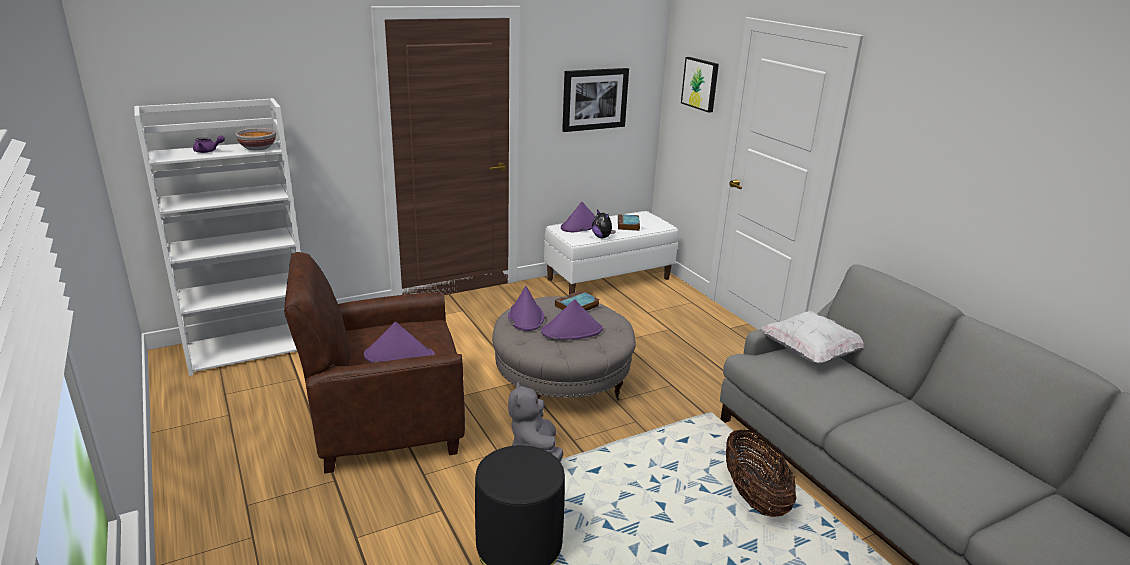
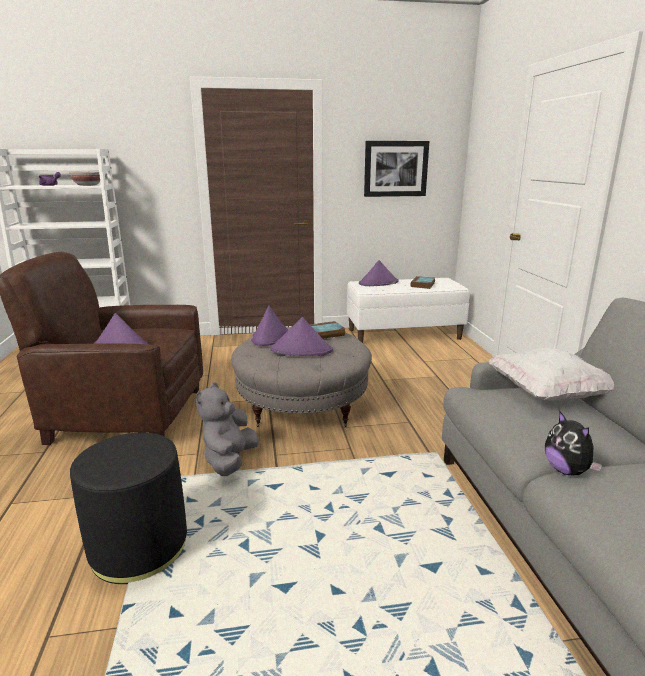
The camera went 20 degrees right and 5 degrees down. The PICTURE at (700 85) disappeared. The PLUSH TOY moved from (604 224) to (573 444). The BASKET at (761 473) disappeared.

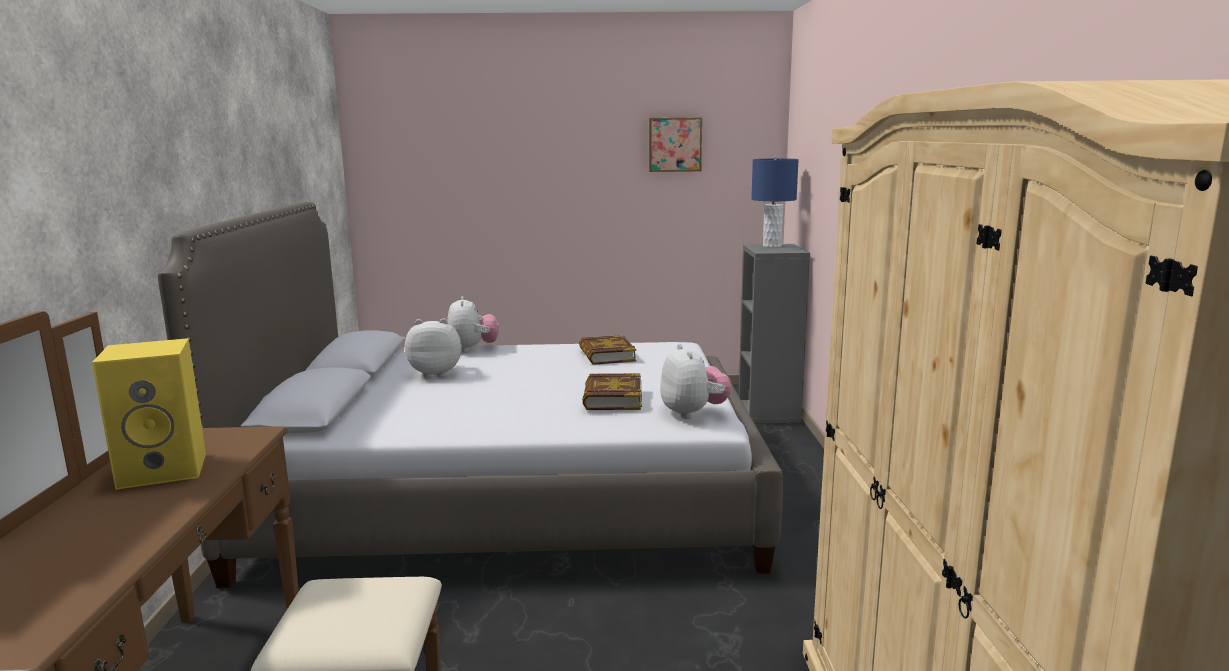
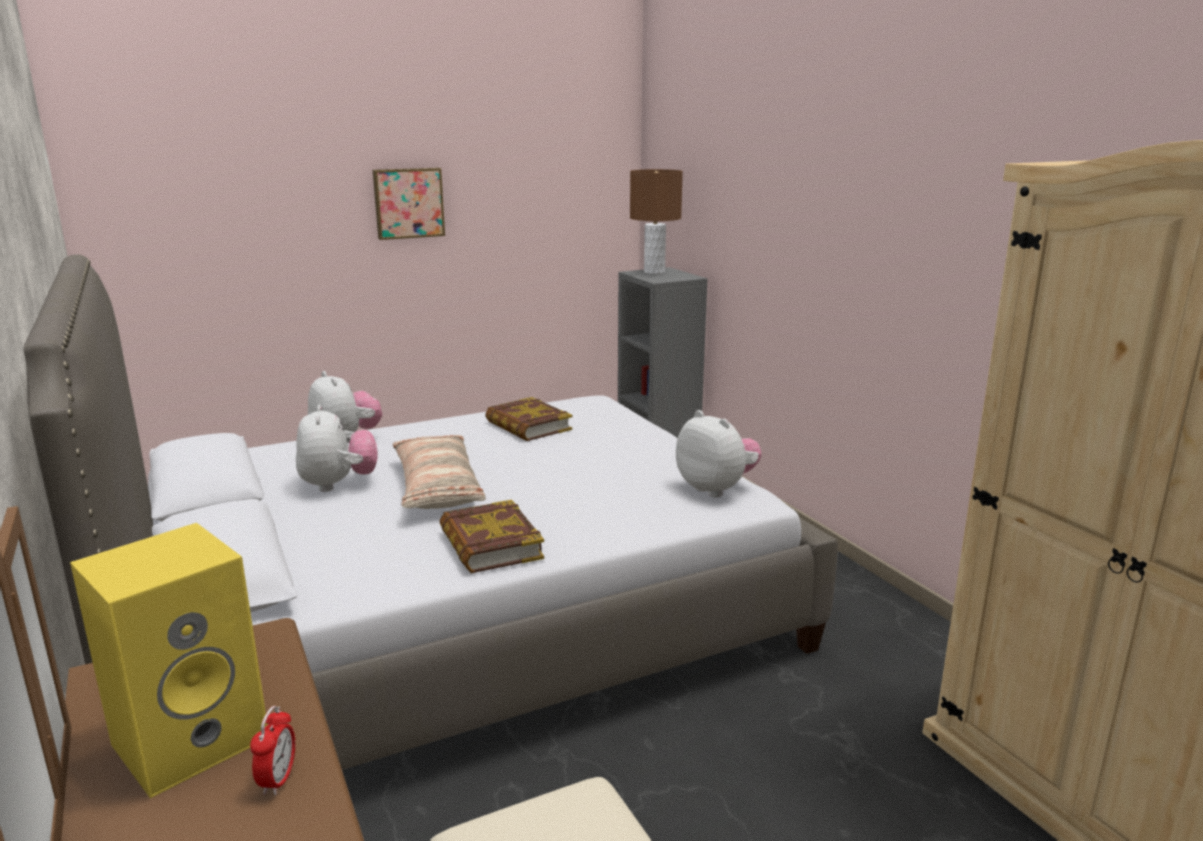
The camera went 25 degrees left and 5 degrees up. The PICTURE moved from (675 144) to (409 204). The BLUE TABLE LAMP at (775 203) became the BROWN TABLE LAMP at (656 221). The PLUSH TOY at (433 348) turned 105 degrees clockwise. The BOOK moved from (612 391) to (492 536). The PILLOW at (439 472) appeared. The ALARM CLOCK at (272 750) appeared.

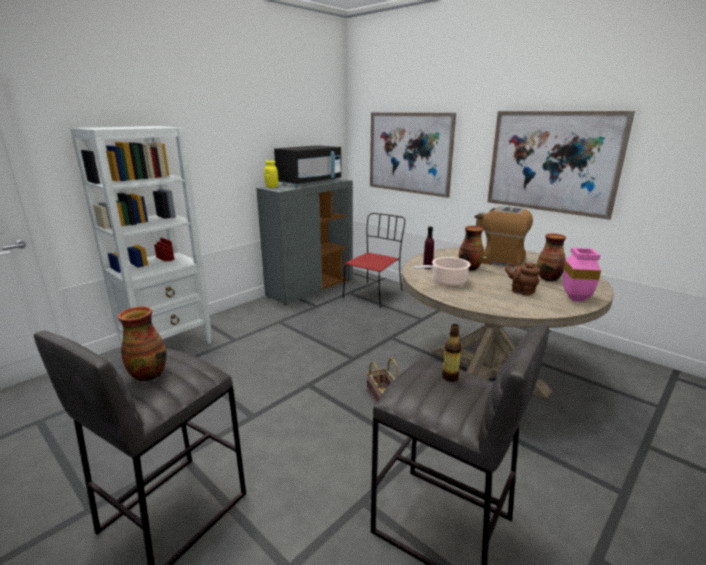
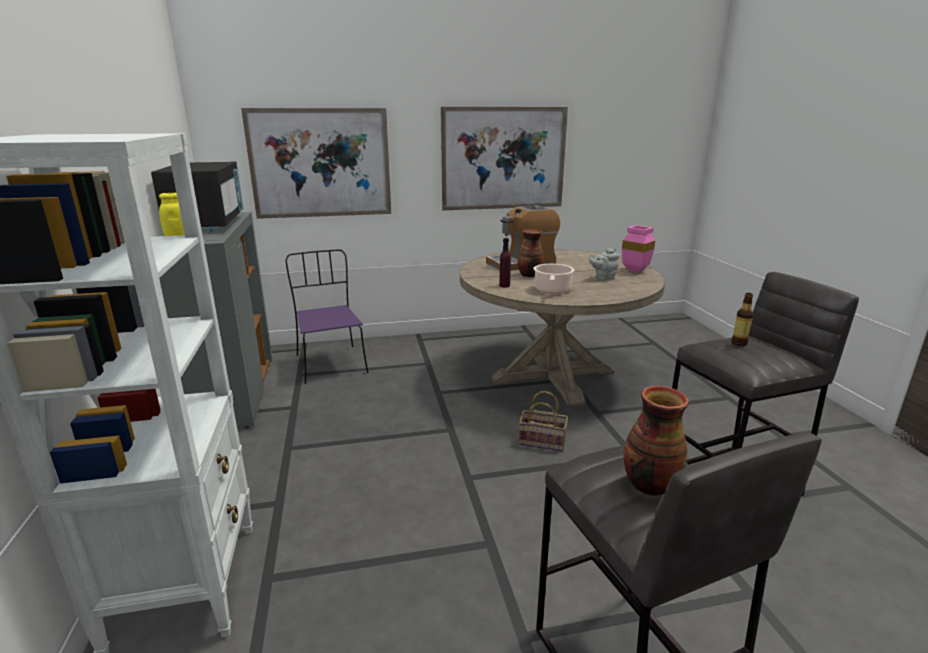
The camera went 55 degrees left and 0 degrees up. The RED CHAIR at (374 260) became the PURPLE CHAIR at (326 316). The VASE at (551 257) disappeared. The BROWN TEAPOT at (522 279) became the GREY TEAPOT at (604 264).

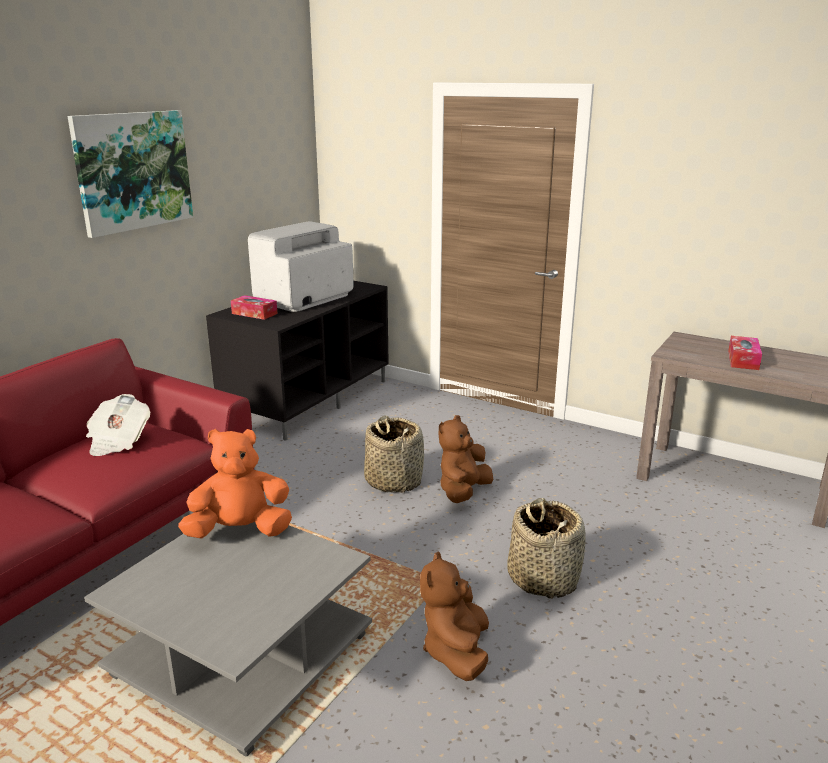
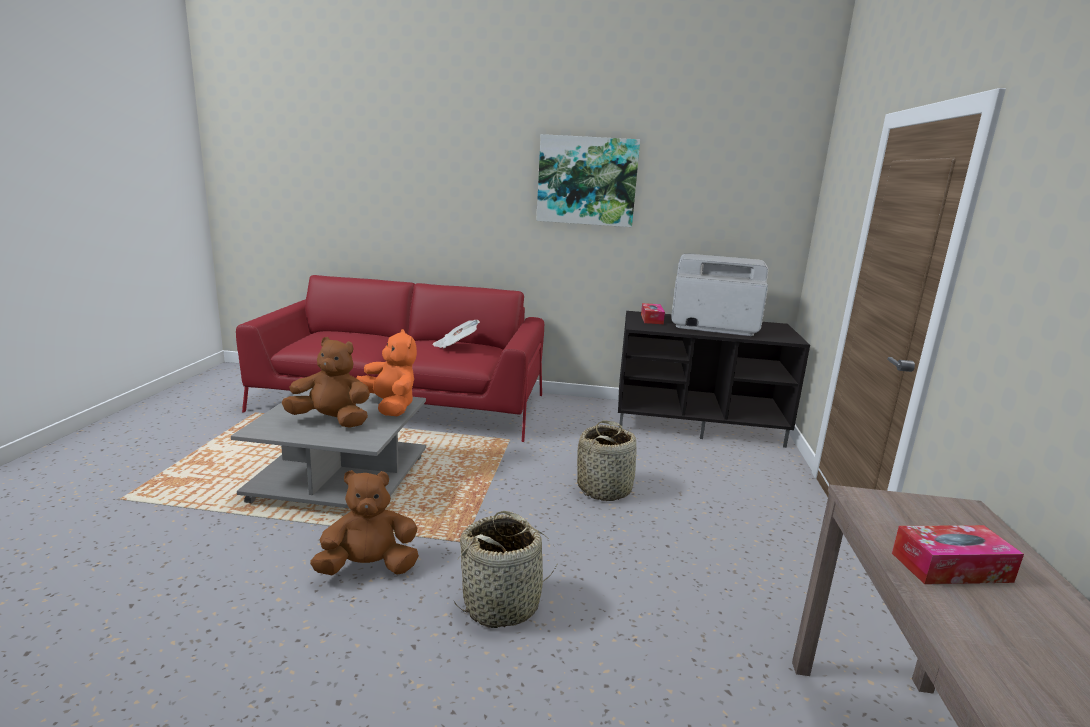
The camera went 65 degrees right and 5 degrees down. The BROWN PLUSH TOY moved from (465 459) to (326 382).

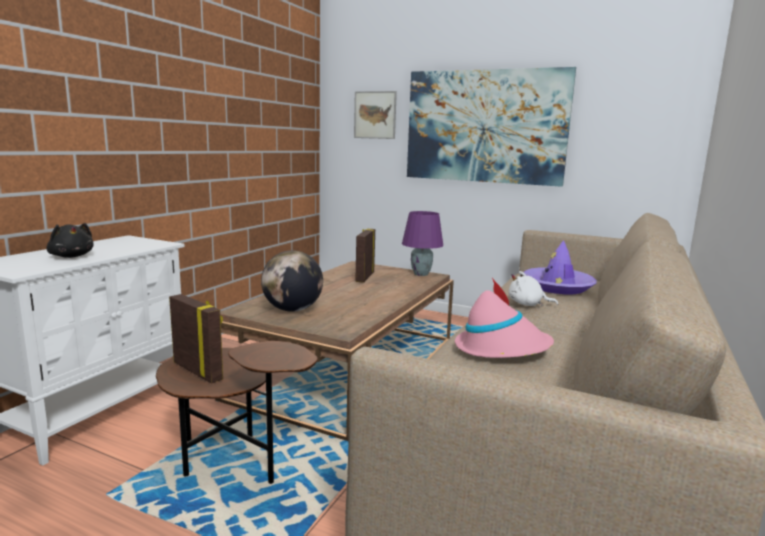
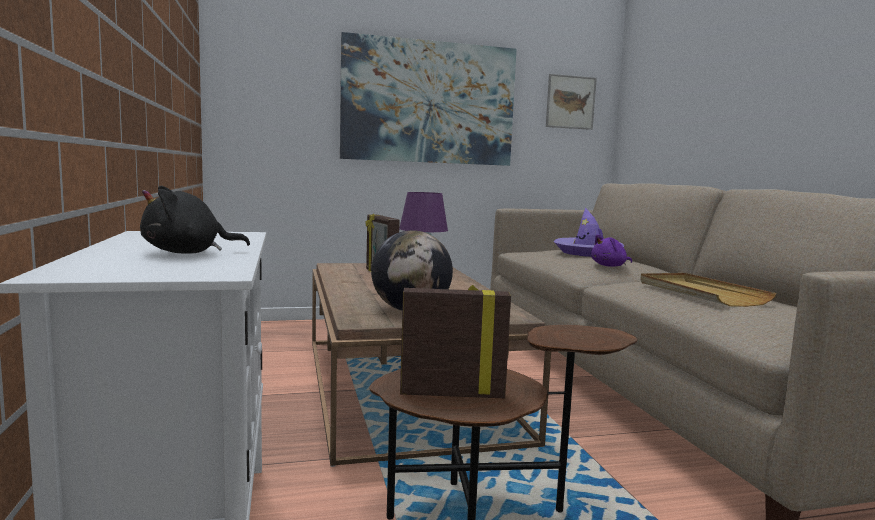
The camera went 40 degrees left and 5 degrees down. The PICTURE moved from (375 115) to (571 102). The BLACK PLUSH TOY at (70 240) turned 150 degrees clockwise. The WHITE PLUSH TOY at (533 289) became the PURPLE PLUSH TOY at (611 250). The PINK HAT at (504 318) was replaced by the BEIGE TRAY at (708 290).

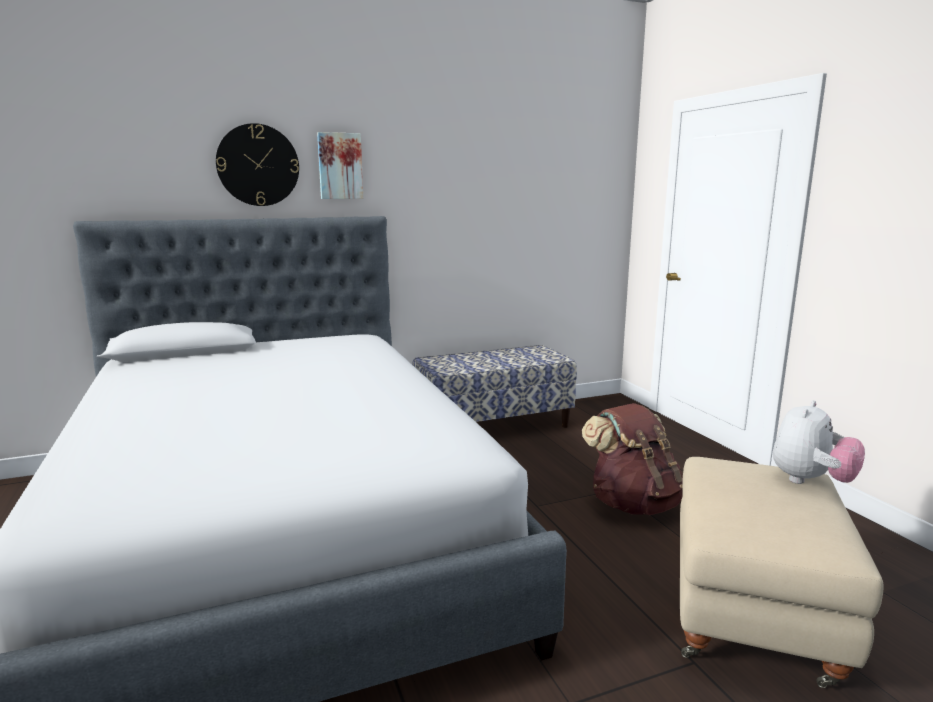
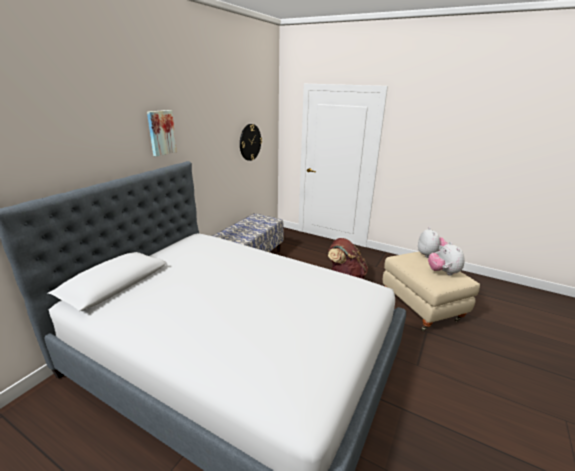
The camera went 40 degrees left and 10 degrees up. The WALL CLOCK moved from (257 164) to (251 142). The PLUSH TOY at (446 259) appeared.

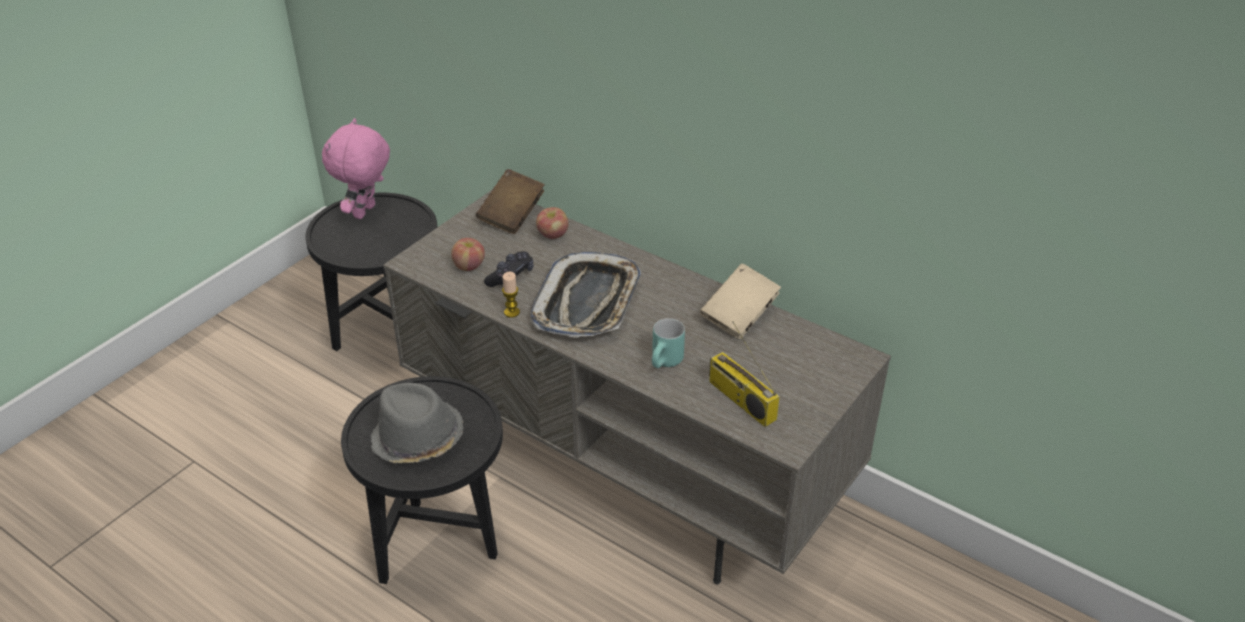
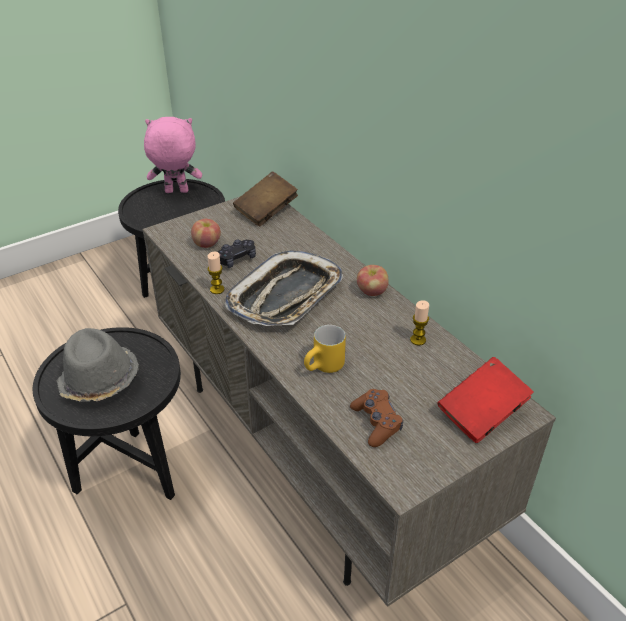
The camera went 20 degrees right and 0 degrees up. The PINK PLUSH TOY at (356 168) turned 45 degrees clockwise. The APPLE moved from (552 223) to (373 280). The BEIGE BOOK at (740 301) was replaced by the CANDLE at (419 323). The TURQUOISE MUG at (668 343) became the YELLOW MUG at (325 349). The RADIO at (744 374) was replaced by the BROWN GAME CONTROLLER at (376 418). The RED BOOK at (486 400) appeared.

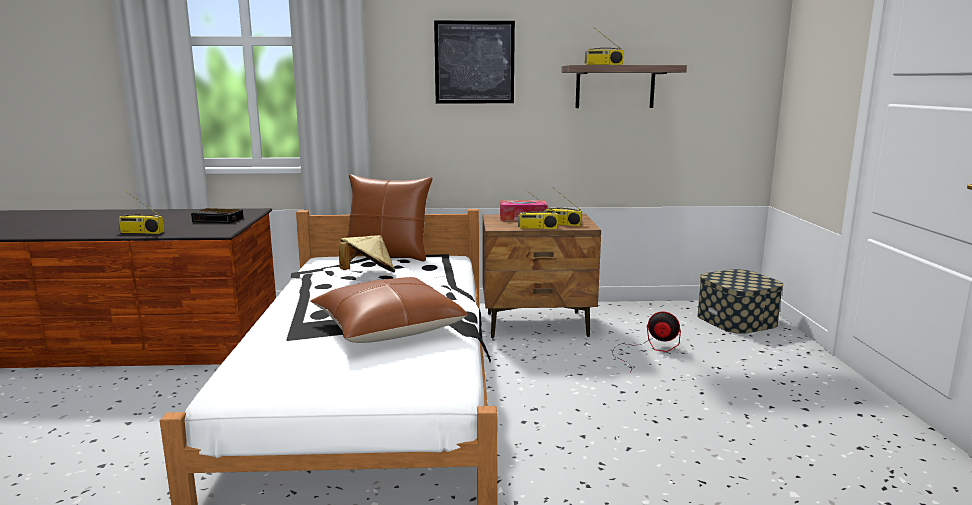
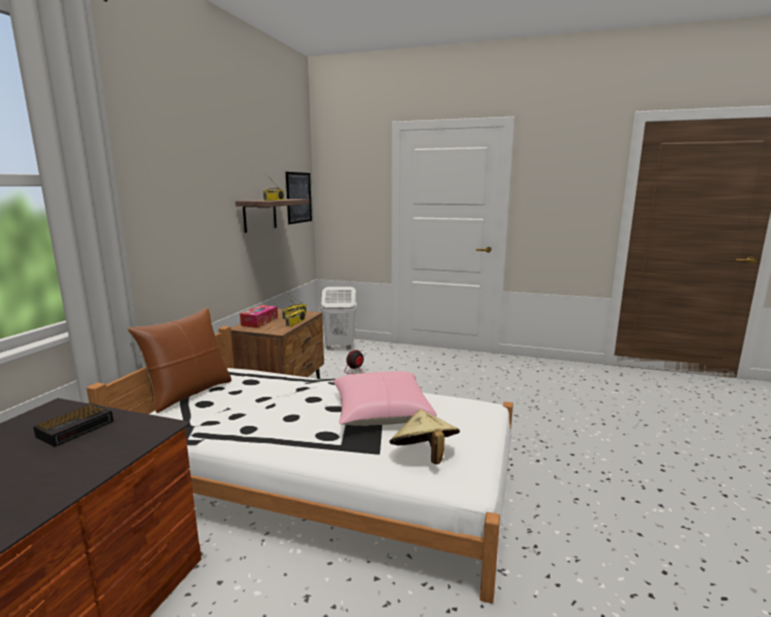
The camera went 70 degrees left and 0 degrees up. The PICTURE moved from (474 62) to (299 198). The RADIO at (141 212) disappeared. The BEIGE HAT moved from (367 253) to (424 436). The STORAGE BOX at (740 301) was replaced by the WHITE LAUNDRY BASKET at (339 318). The BROWN PILLOW at (389 310) became the PINK PILLOW at (385 398).

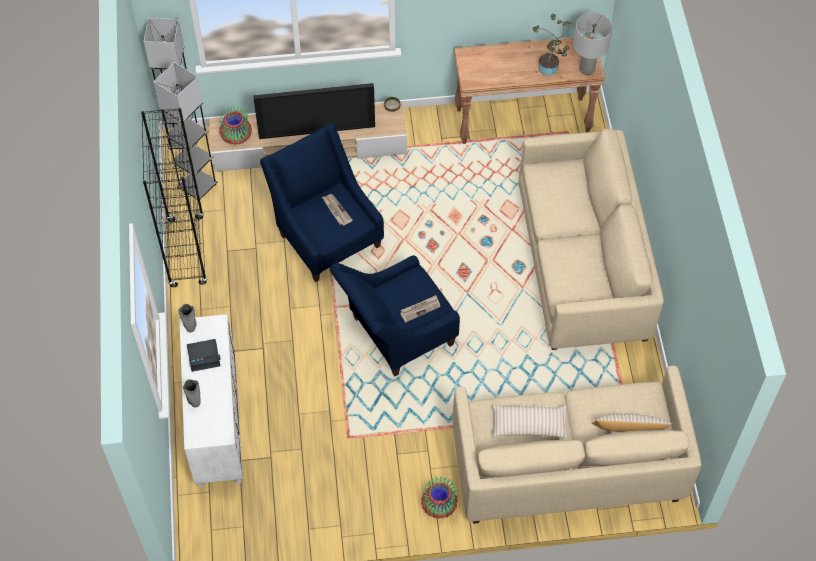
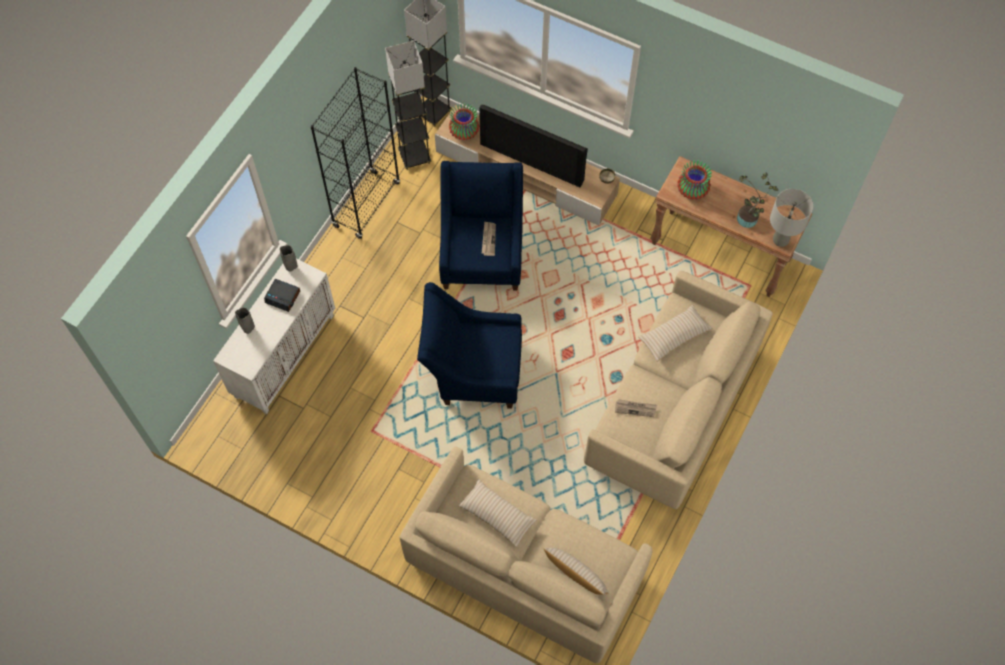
The camera went 35 degrees right and 5 degrees up. The NEWSPAPER moved from (420 308) to (636 408). The VASE moved from (439 497) to (694 180). The BEIGE PILLOW at (675 333) appeared.

